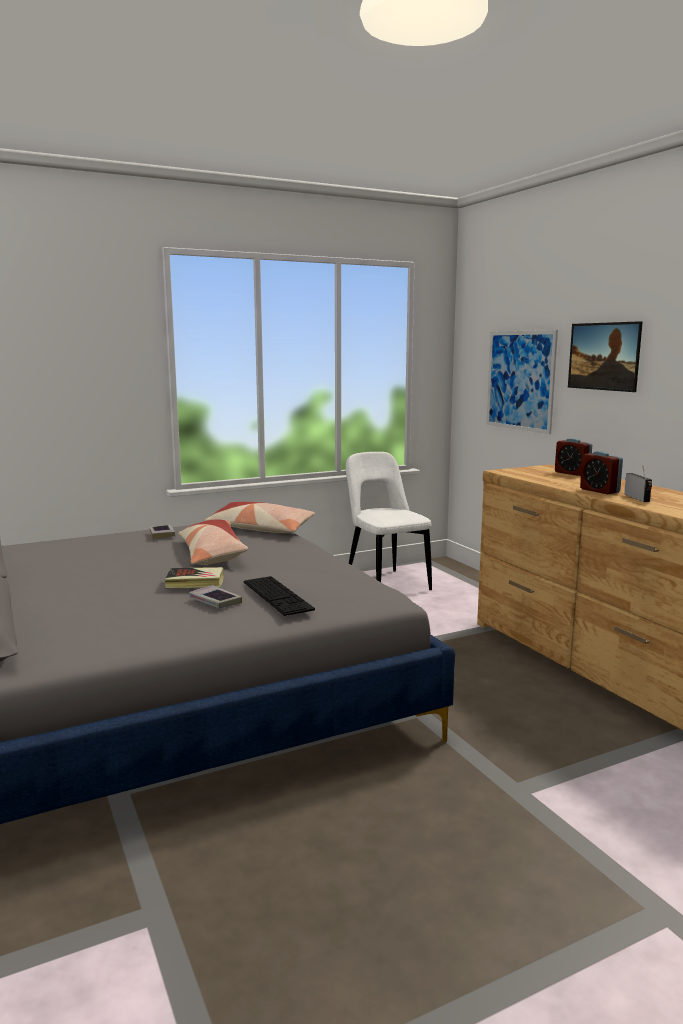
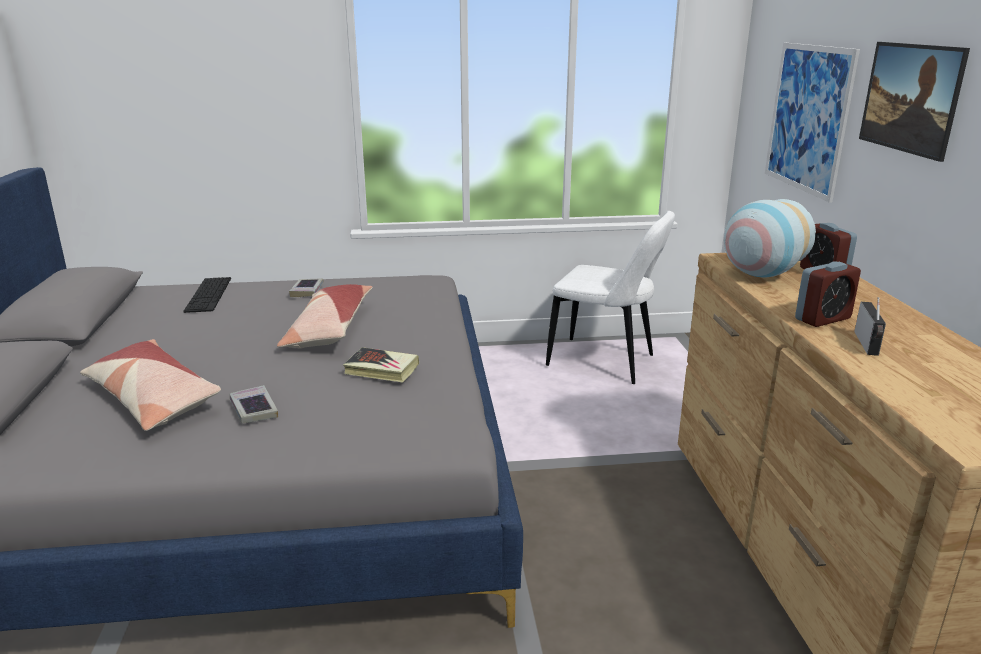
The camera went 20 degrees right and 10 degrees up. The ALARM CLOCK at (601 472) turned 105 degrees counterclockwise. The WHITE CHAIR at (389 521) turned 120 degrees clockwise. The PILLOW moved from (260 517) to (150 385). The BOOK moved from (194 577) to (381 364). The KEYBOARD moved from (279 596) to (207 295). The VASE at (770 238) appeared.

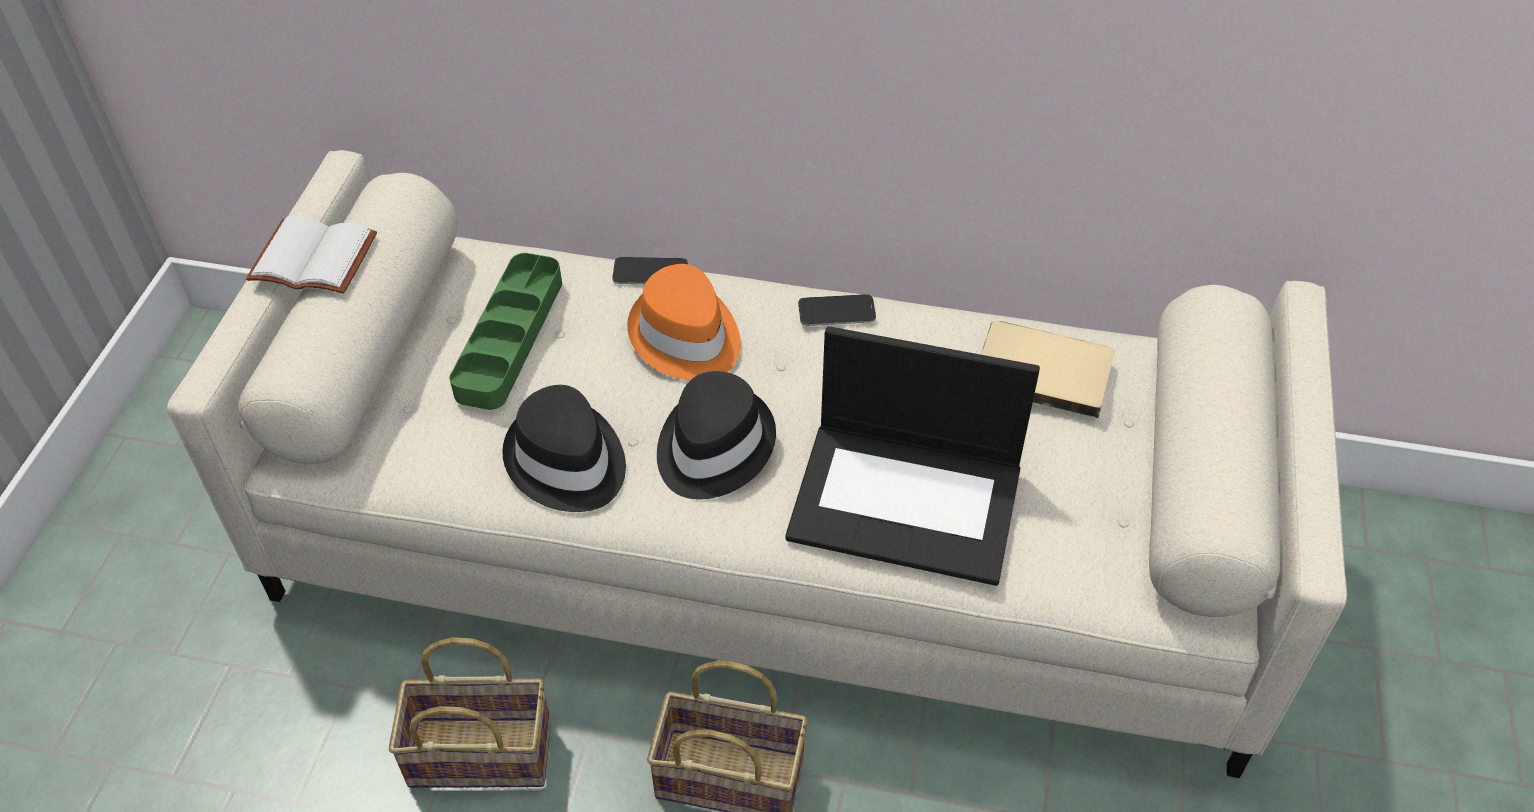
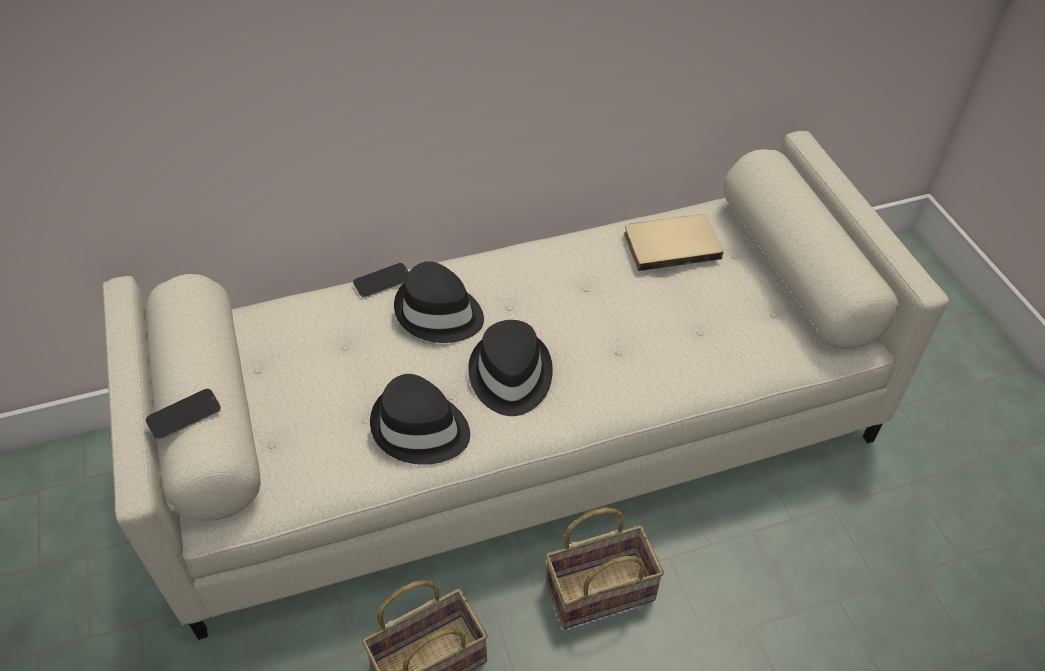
The camera went 30 degrees left and 0 degrees up. The WHITE BOOK at (311 255) disappeared. The GREEN TRAY at (505 331) disappeared. The ORANGE HAT at (684 322) became the BLACK HAT at (439 302). The PHONE moved from (837 310) to (183 414). The LAPTOP at (912 456) disappeared.

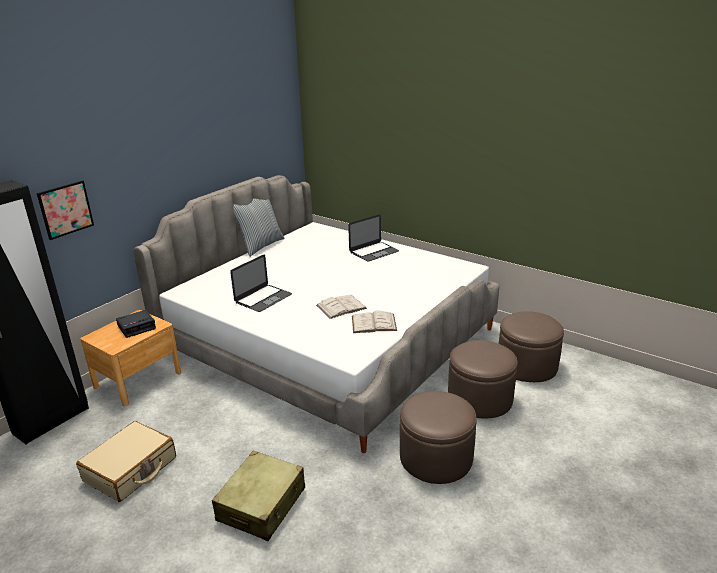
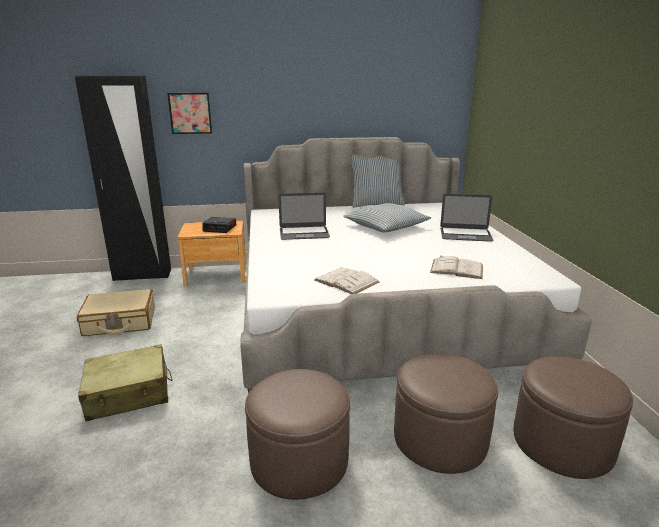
The camera went 45 degrees right and 5 degrees down. The WHITE BOOK moved from (341 307) to (456 267). The PILLOW at (387 217) appeared.

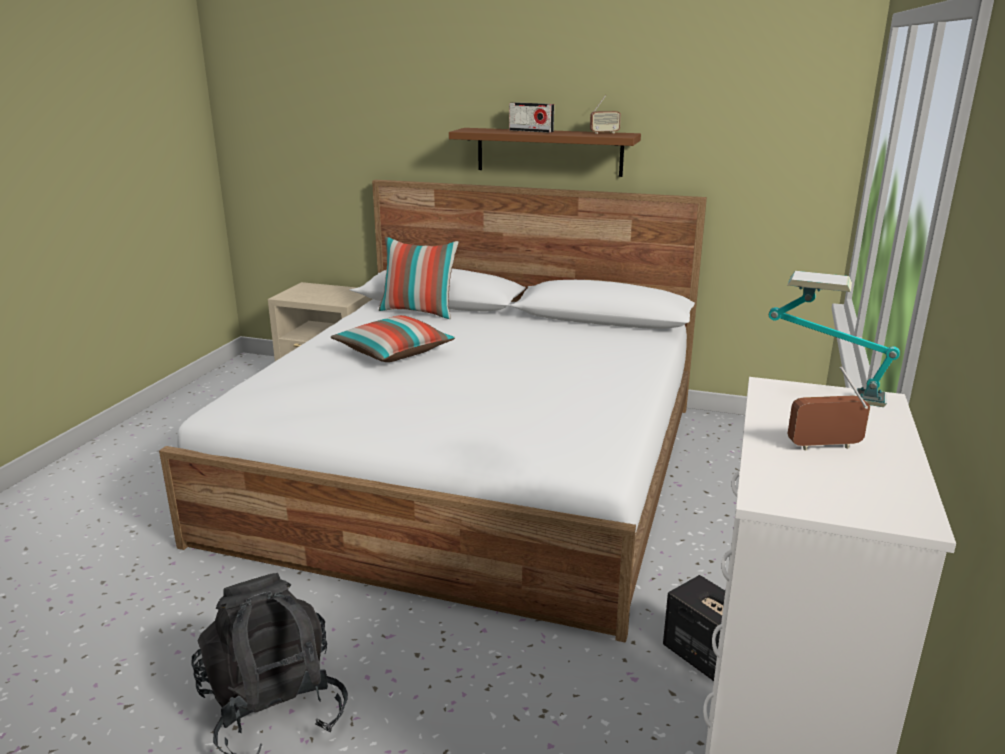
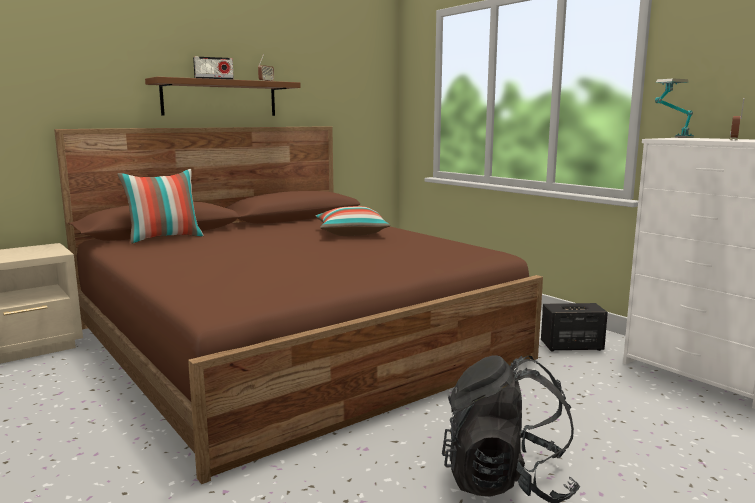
The camera went 55 degrees left and 10 degrees down. The WHITE BED at (433 411) became the BROWN BED at (298 305). The PILLOW moved from (393 338) to (353 221).

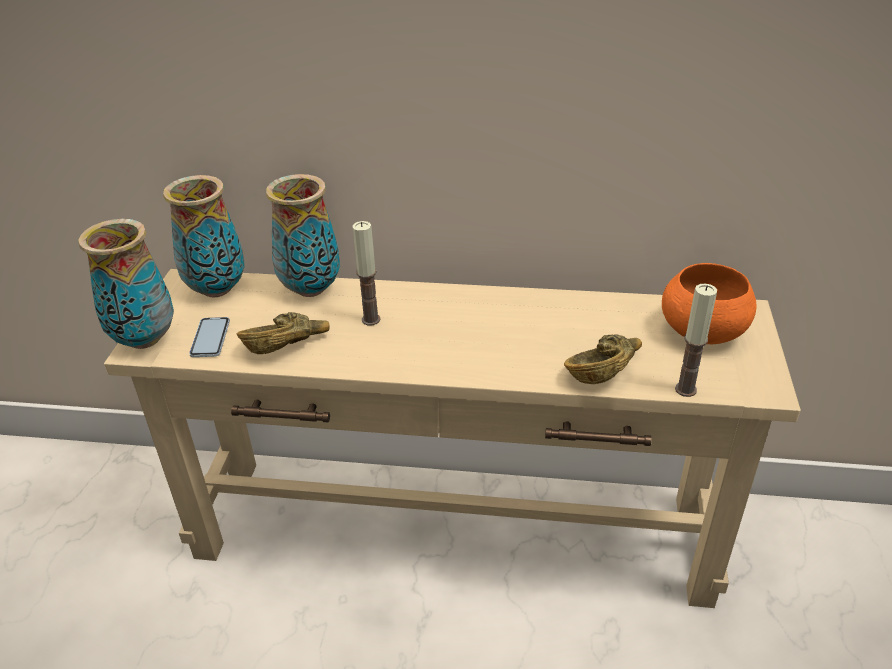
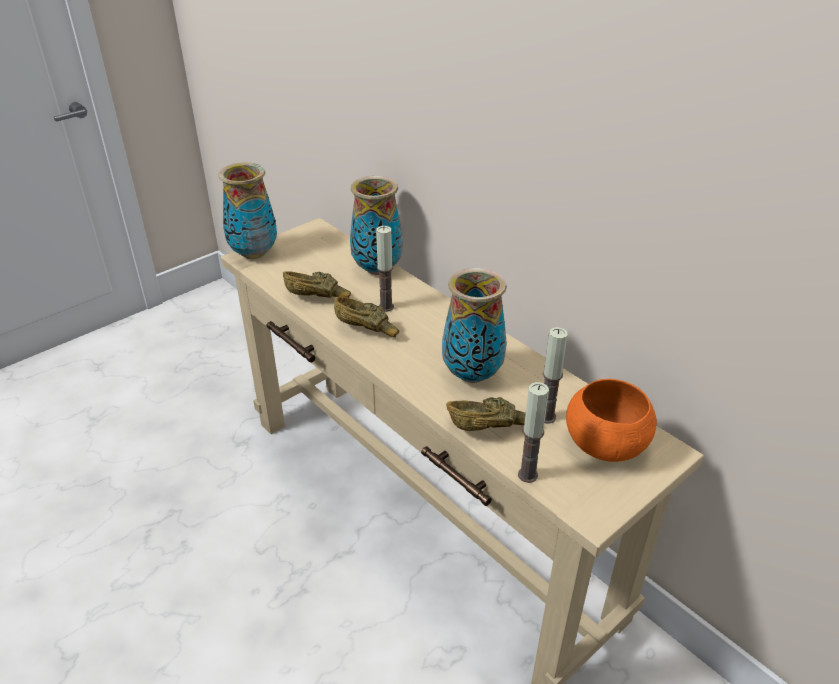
The camera went 40 degrees right and 0 degrees up. The VASE moved from (204 236) to (474 325). The PHONE at (209 337) disappeared. The BROWN BOWL at (366 317) appeared. The CANDLE at (555 375) appeared.

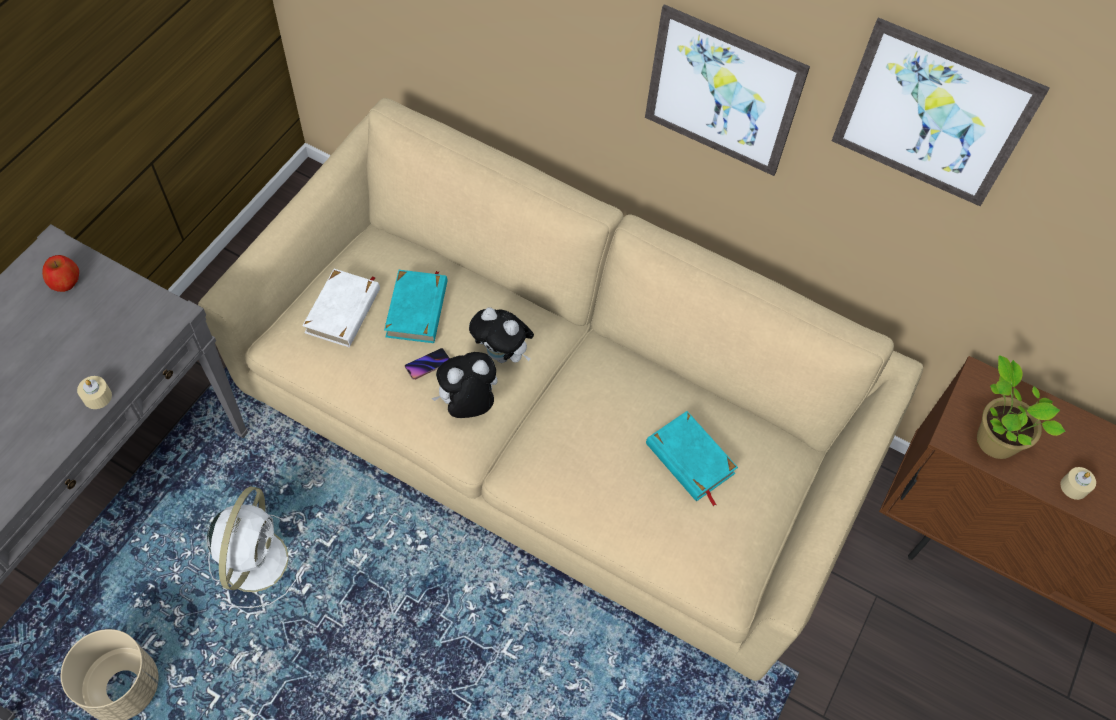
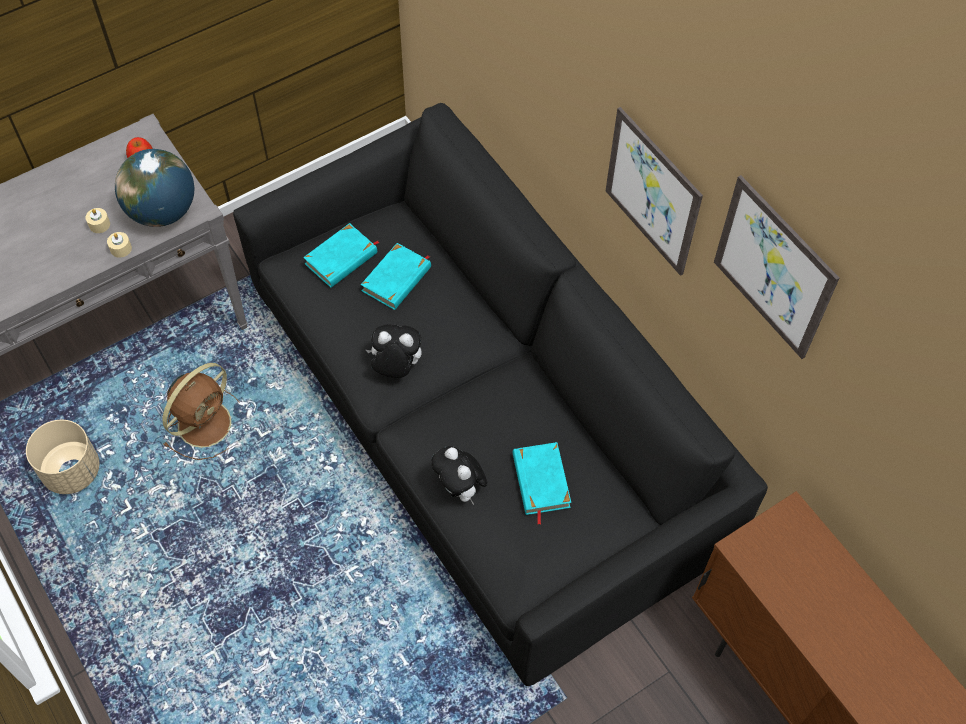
The camera went 30 degrees right and 0 degrees up. The BEIGE SOFA at (560 389) became the BLACK SOFA at (500 394). The WHITE BOOK at (341 308) became the TURQUOISE BOOK at (341 255). The PLUSH TOY moved from (501 335) to (459 475). The PHONE at (427 364) disappeared. The POTTED PLANT at (1021 407) disappeared. The BEIGE CANDLE moved from (1078 483) to (97 220). The WHITE FAN at (252 547) became the BROWN FAN at (201 411). The GLOBE at (154 188) appeared.

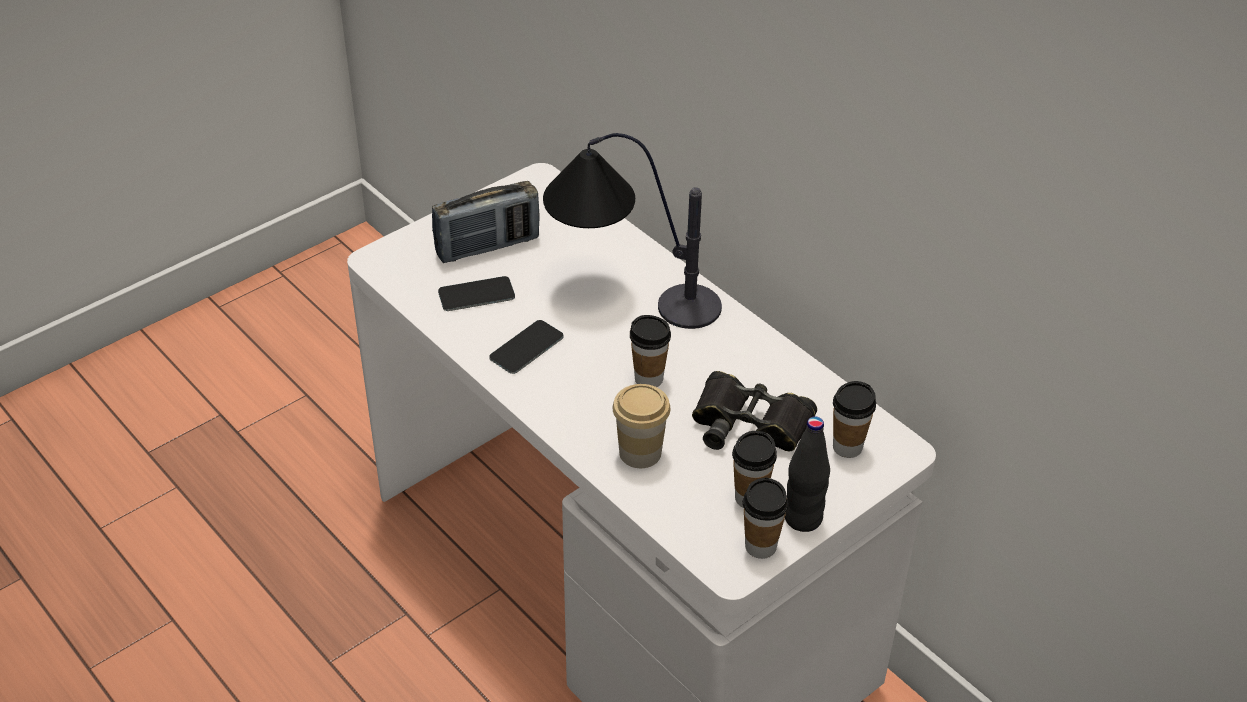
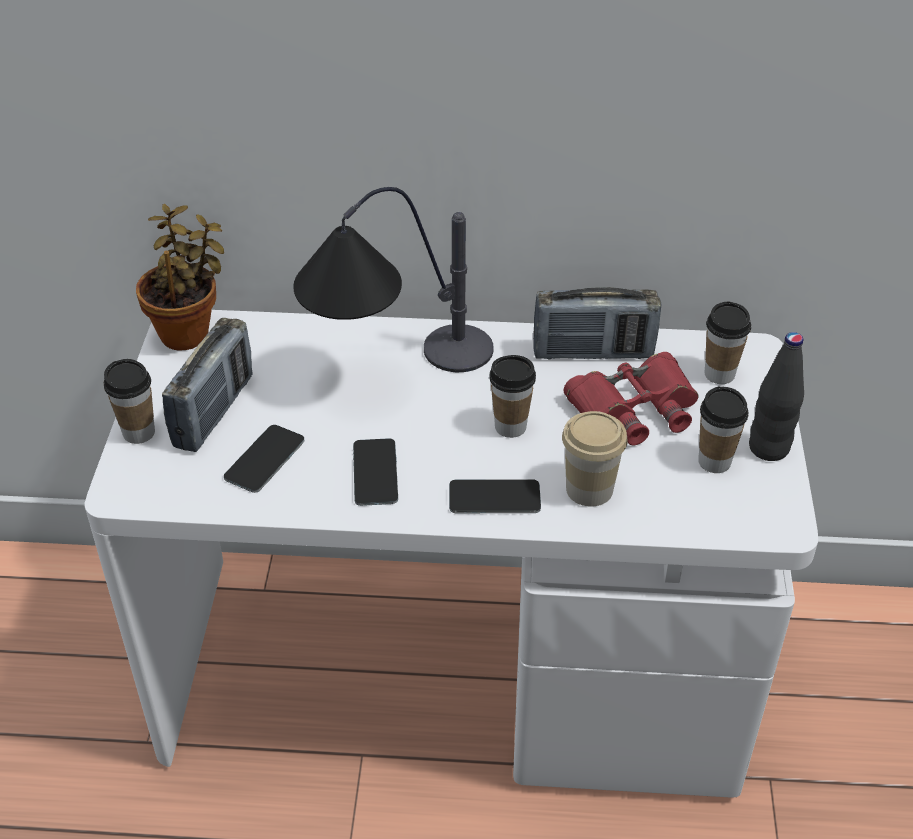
The camera went 45 degrees left and 0 degrees up. The BLACK BINOCULARS at (754 411) became the RED BINOCULARS at (631 398). The CUP moved from (766 518) to (129 401). The POTTED PLANT at (180 277) appeared. The RADIO at (597 323) appeared. The PHONE at (495 496) appeared.

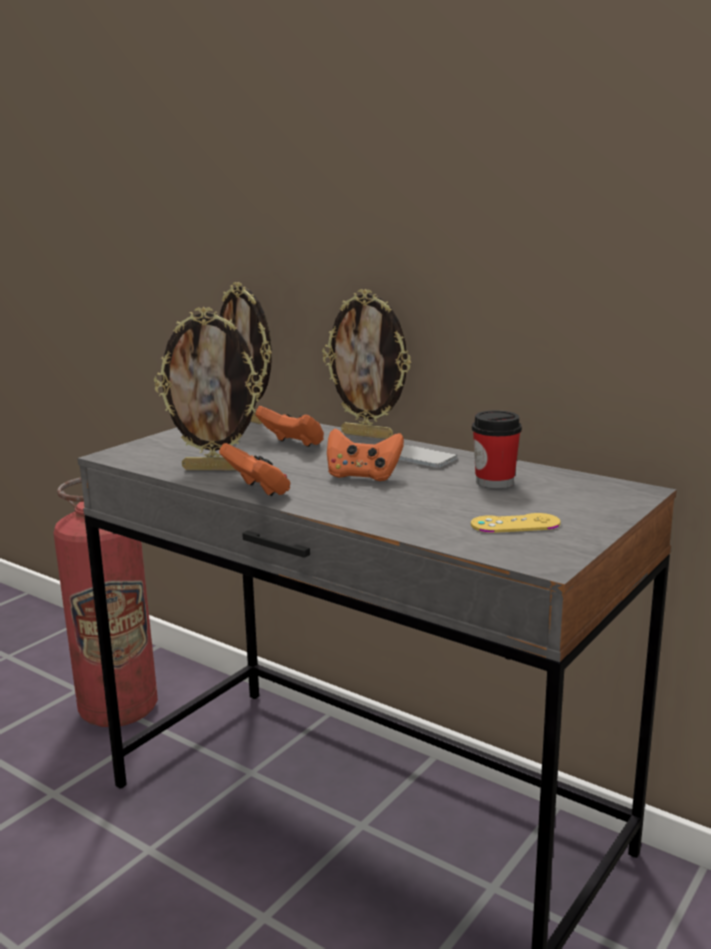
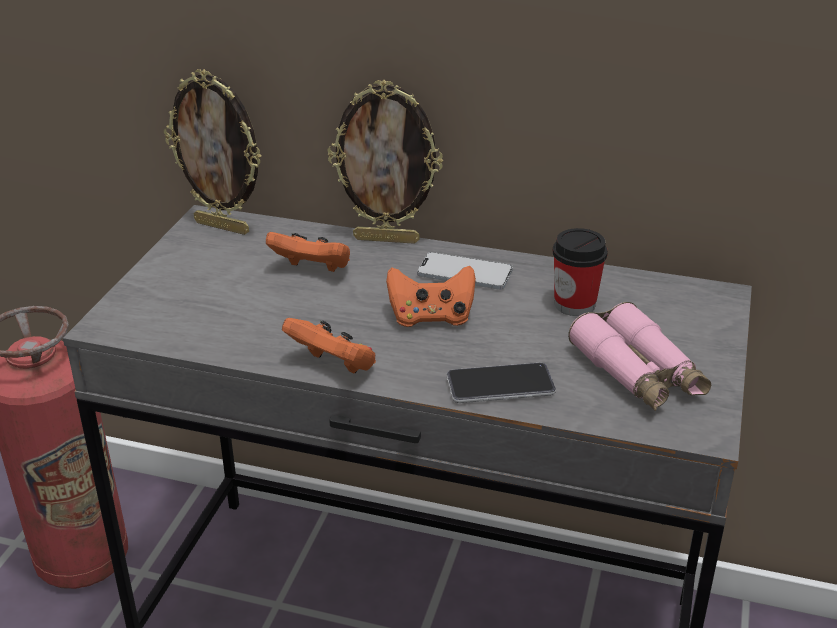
The camera went 20 degrees left and 15 degrees up. The PICTURE FRAME at (208 388) disappeared. The YELLOW GAME CONTROLLER at (516 523) was replaced by the PINK BINOCULARS at (639 356). The PHONE at (501 383) appeared.

